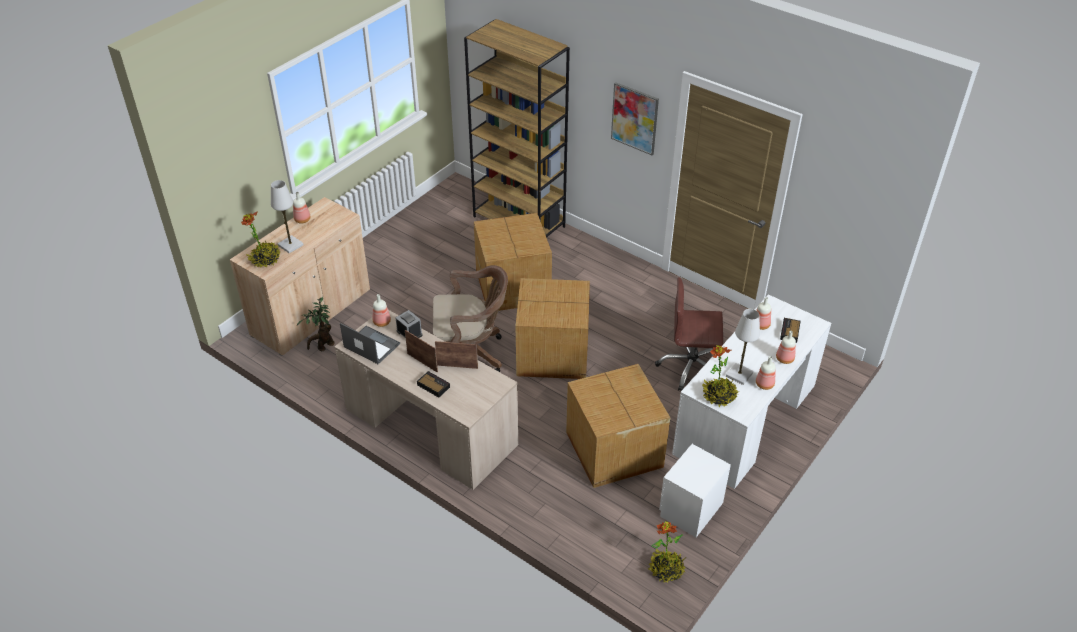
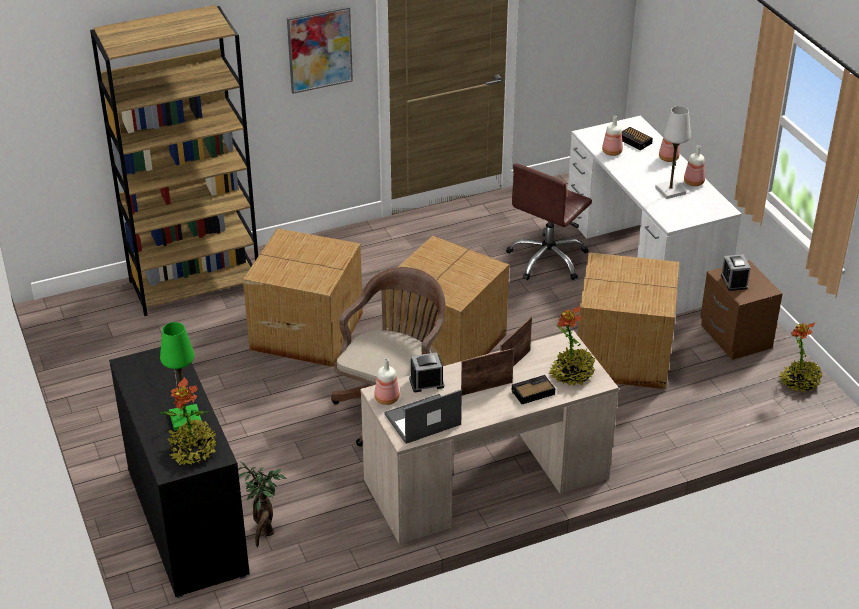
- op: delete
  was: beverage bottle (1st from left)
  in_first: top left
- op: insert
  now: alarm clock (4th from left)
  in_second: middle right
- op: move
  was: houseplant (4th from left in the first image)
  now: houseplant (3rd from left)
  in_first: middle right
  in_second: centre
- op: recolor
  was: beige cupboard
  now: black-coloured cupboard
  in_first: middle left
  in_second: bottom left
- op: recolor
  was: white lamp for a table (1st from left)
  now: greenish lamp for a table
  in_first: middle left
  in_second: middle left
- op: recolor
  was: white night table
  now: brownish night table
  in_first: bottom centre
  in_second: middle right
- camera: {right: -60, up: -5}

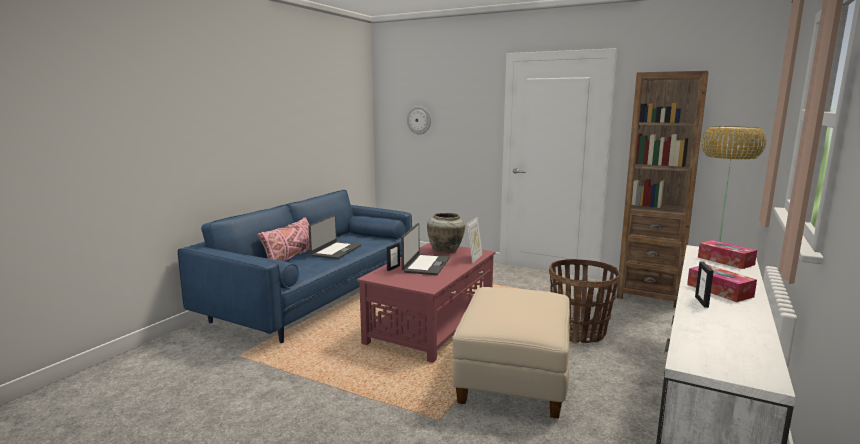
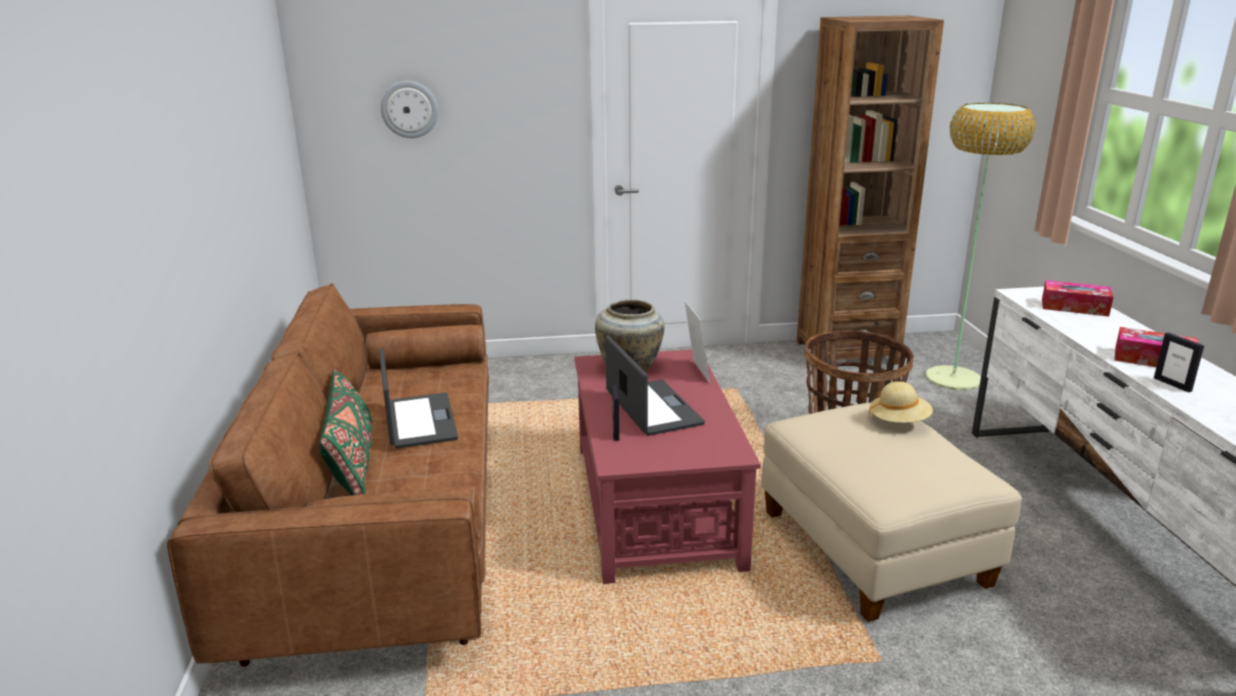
- op: insert
  now: beige clothing hat
  in_second: middle right
- op: recolor
  was: bluish sofa
  now: brownish sofa
  in_first: centre
  in_second: bottom left
- op: recolor
  was: pink pillow
  now: greenish pillow
  in_first: middle left
  in_second: middle left
- camera: {right: -35, up: 10}

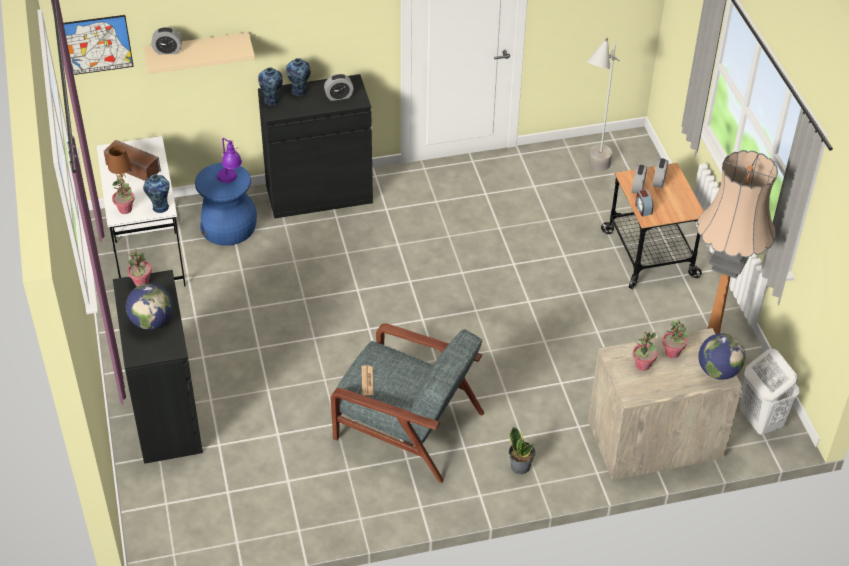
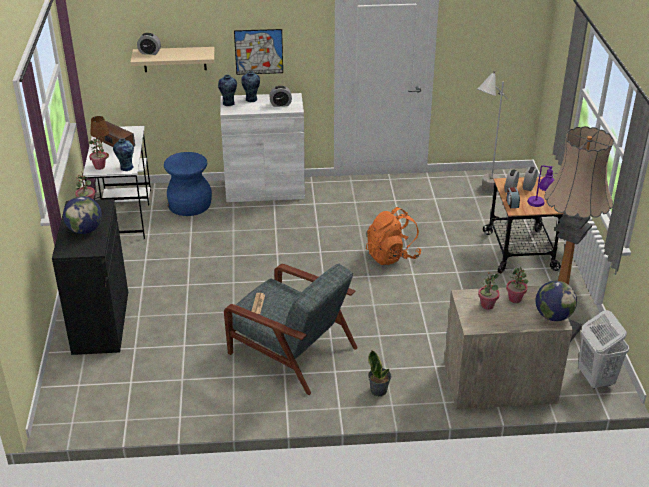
- op: insert
  now: orange backpack
  in_second: centre
- op: move
  was: wall picture
  in_first: top left
  in_second: top centre
- op: move
  was: purple lamp for a table
  in_first: top left
  in_second: middle right
- op: recolor
  was: black-coloured cupboard (2nd from left)
  now: white cupboard
  in_first: top centre
  in_second: top centre
- camera: {right: 10, up: -10}

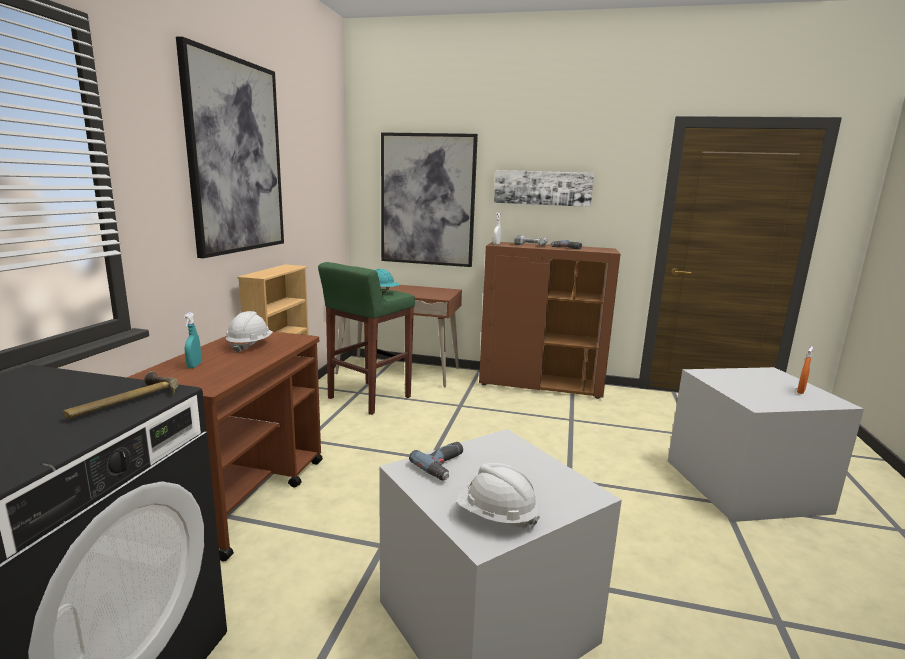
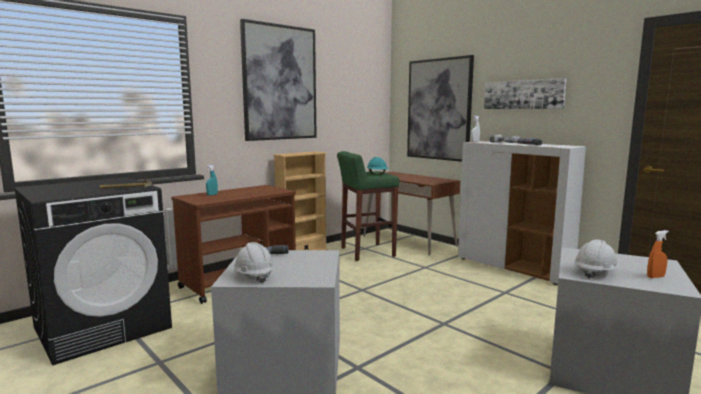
- op: move
  was: white work helmet (1st from left in the first image)
  now: white work helmet (2nd from left)
  in_first: middle left
  in_second: middle right
- op: recolor
  was: brownish cupboard
  now: white cupboard
  in_first: centre
  in_second: middle right
- camera: {right: 35, up: -5}

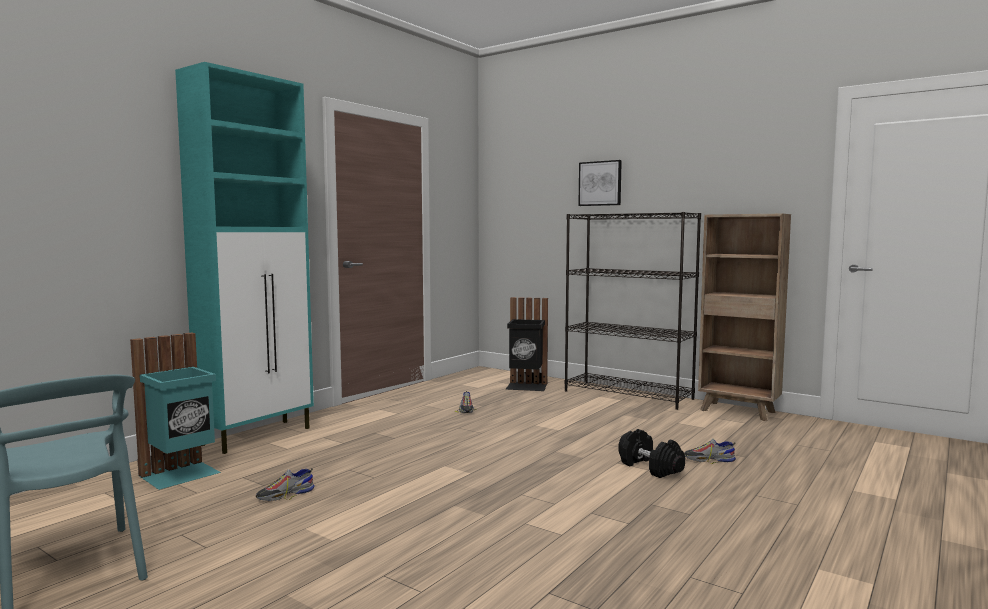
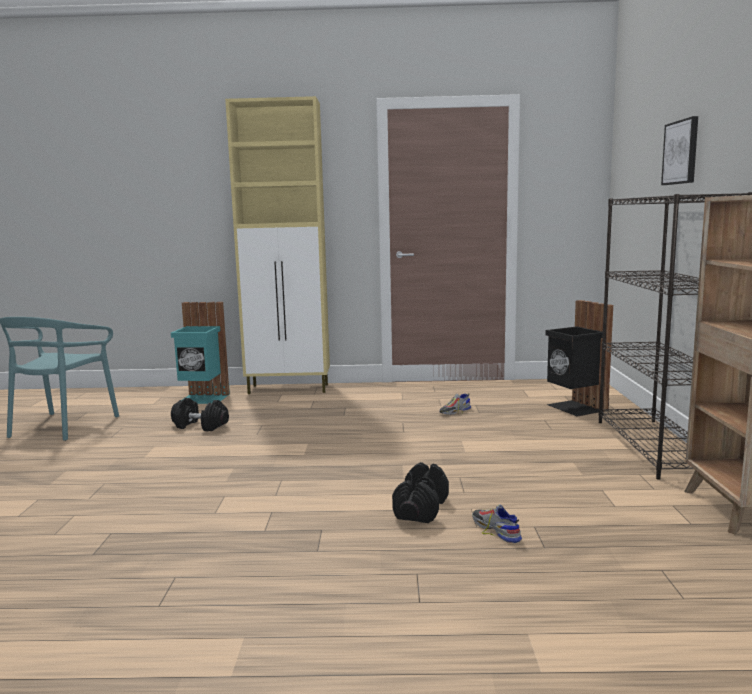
- op: replace
  was: item of footwear (1st from left)
  now: black-coloured dumbbell (1st from left)
  in_first: bottom left
  in_second: middle left
- op: recolor
  was: blue-green cupboard
  now: beige cupboard
  in_first: middle left
  in_second: centre
- camera: {right: 55, up: 5}

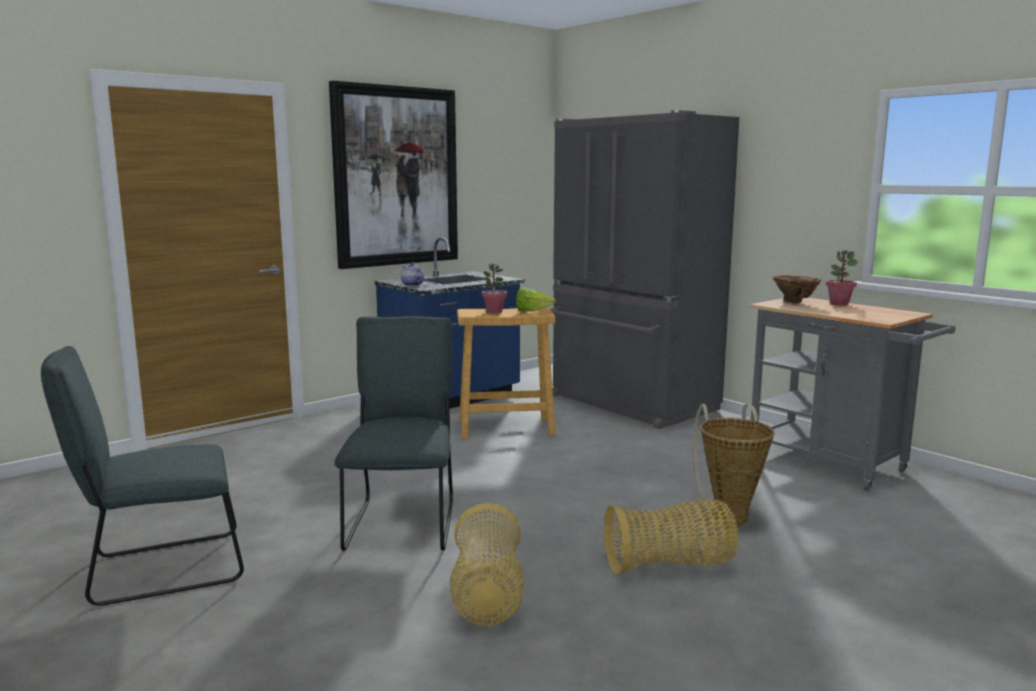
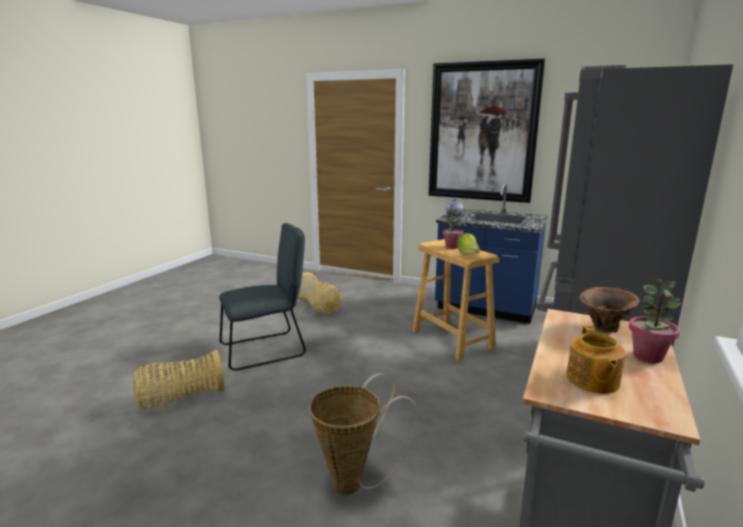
- op: delete
  was: greyish upright chair (1st from left)
  in_first: bottom left
- op: insert
  now: teapot (2nd from left)
  in_second: bottom right
- op: move
  was: storage basket (2nd from left)
  in_first: bottom centre
  in_second: centre
- camera: {right: 65, up: 5}

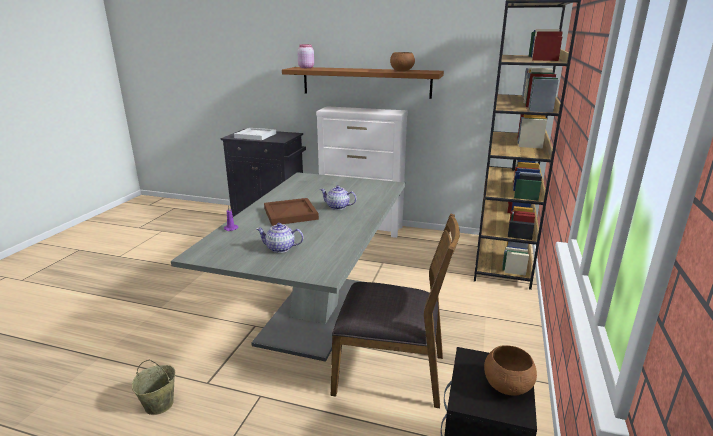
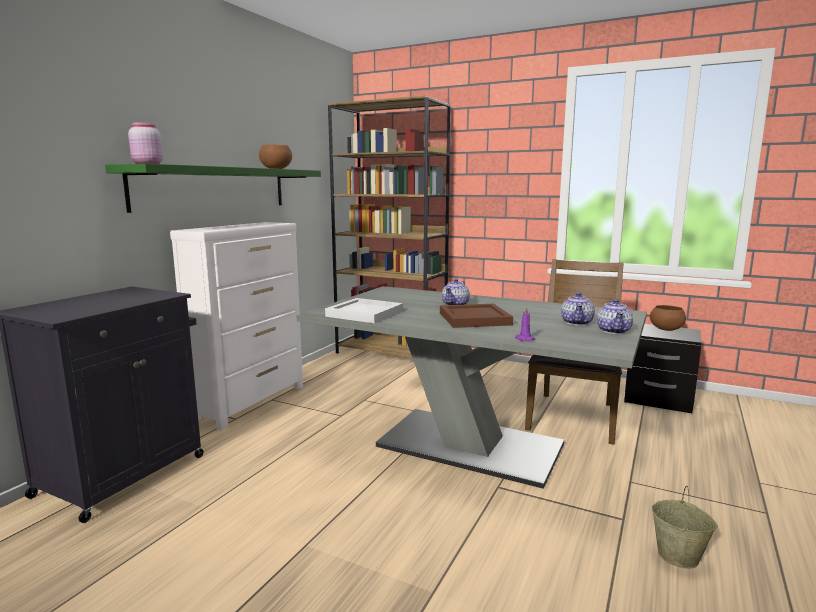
- op: insert
  now: teapot (3rd from left)
  in_second: middle right
- op: move
  was: white tray
  in_first: top centre
  in_second: centre
- op: recolor
  was: brownish shelf
  now: greenish shelf
  in_first: top centre
  in_second: top left
- camera: {right: -80, up: -10}

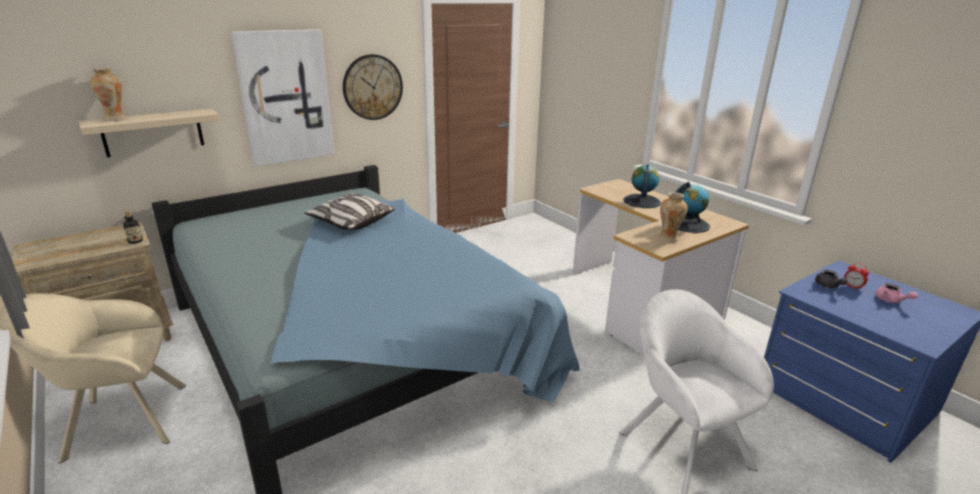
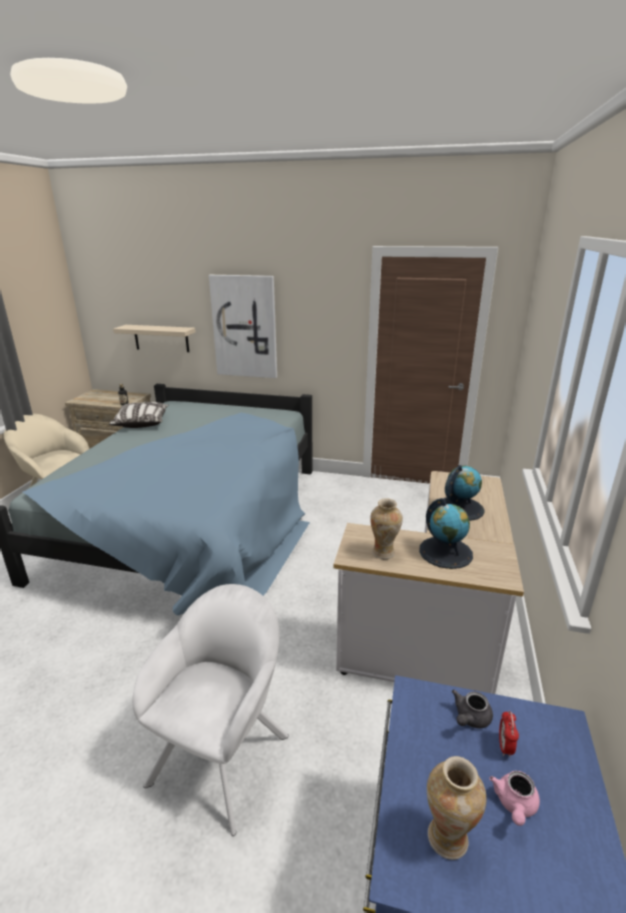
- op: delete
  was: hanging clock
  in_first: top centre
- op: move
  was: flower vase (1st from left in the first image)
  now: flower vase (2nd from left)
  in_first: top left
  in_second: bottom right
- op: move
  was: pillow
  in_first: centre
  in_second: middle left
- camera: {right: 50, up: 0}

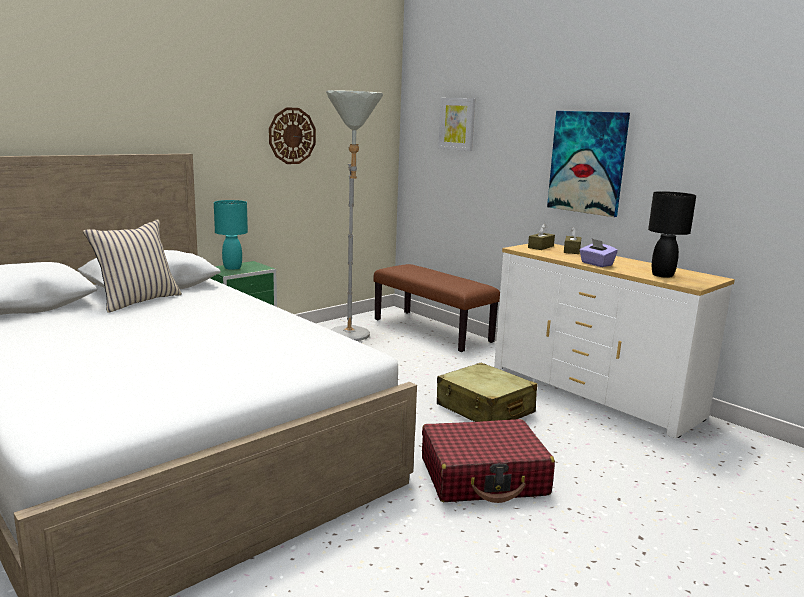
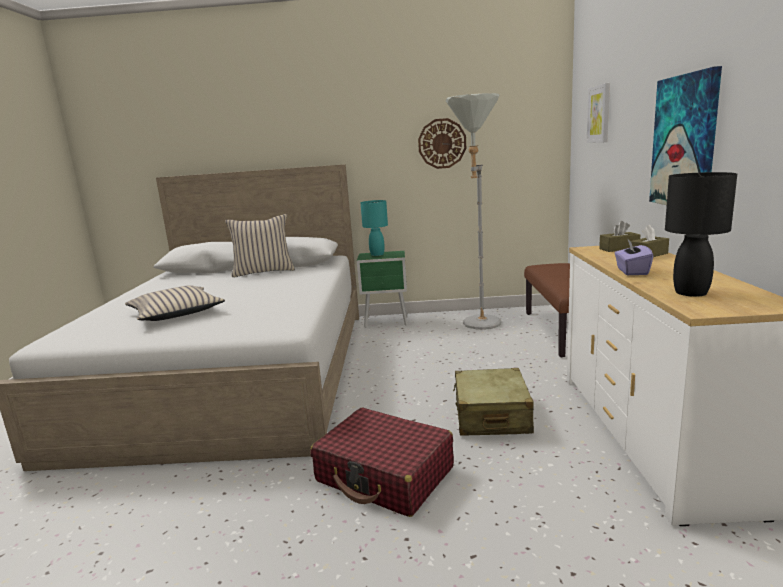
- op: insert
  now: beige pillow (1st from left)
  in_second: middle left
- camera: {right: 45, up: 0}

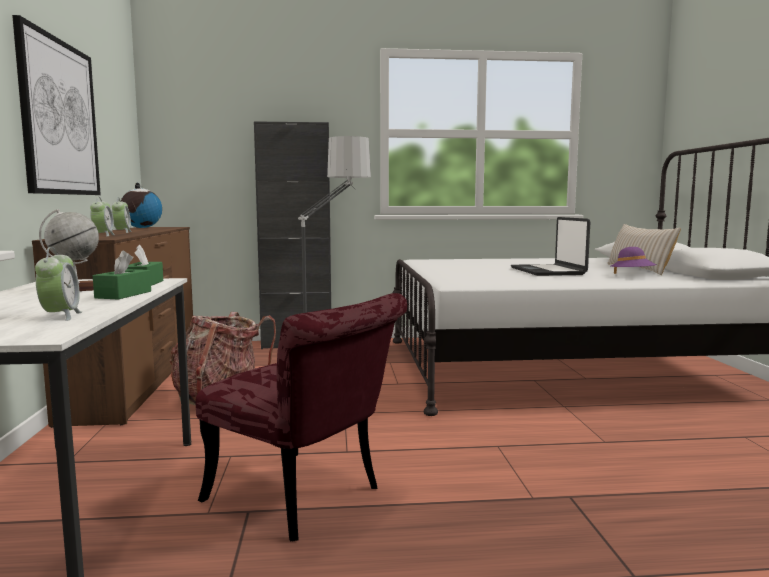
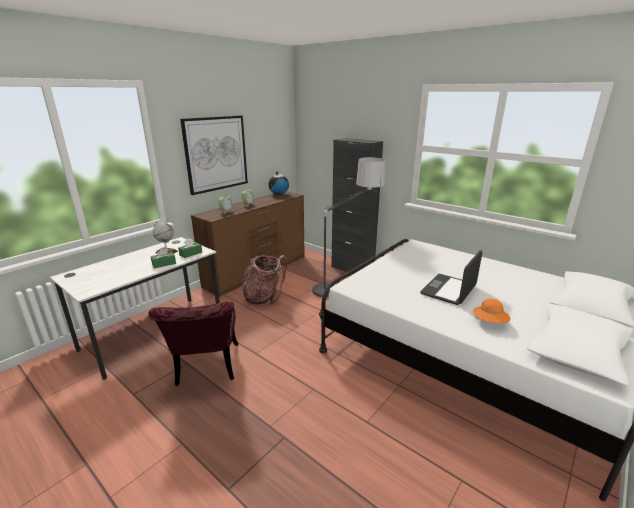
- op: delete
  was: alarm clock (1st from left)
  in_first: middle left
- op: delete
  was: beige pillow
  in_first: middle right
- op: recolor
  was: purple clothing hat
  now: orange clothing hat
  in_first: middle right
  in_second: middle right
- camera: {right: 45, up: 15}

